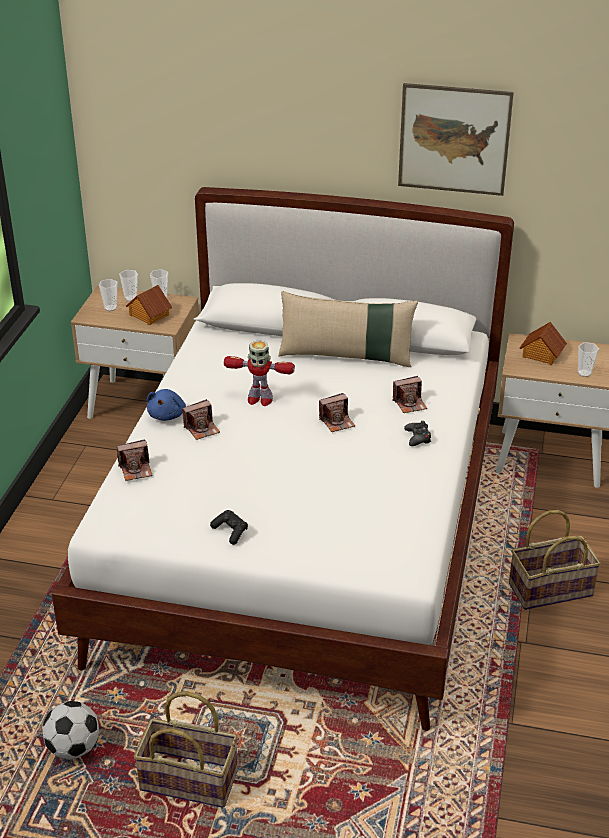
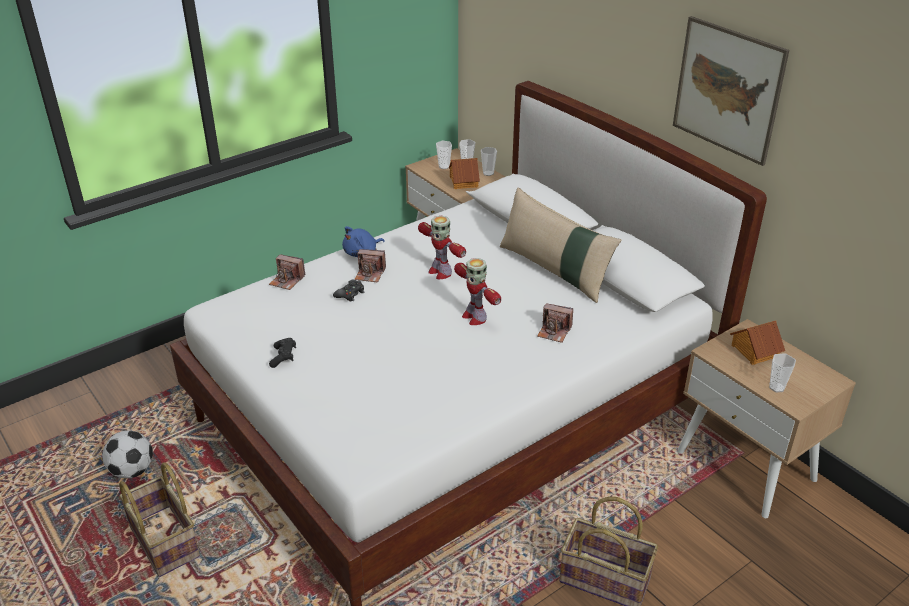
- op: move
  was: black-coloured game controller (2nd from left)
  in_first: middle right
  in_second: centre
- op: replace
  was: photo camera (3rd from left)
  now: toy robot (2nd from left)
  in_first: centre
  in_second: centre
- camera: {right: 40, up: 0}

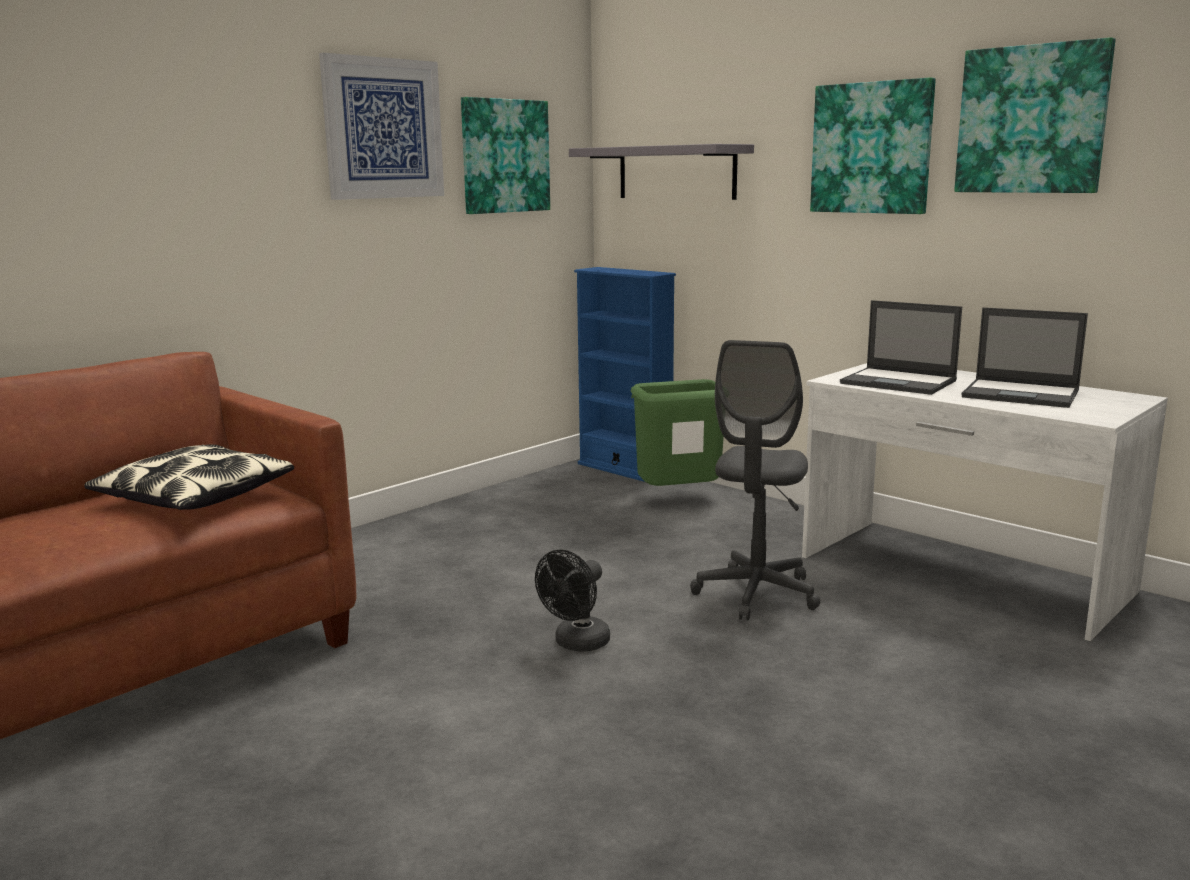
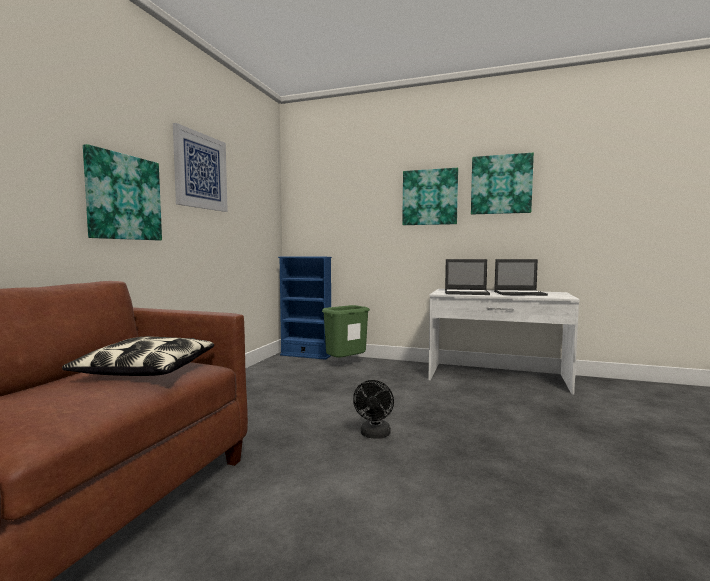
- op: delete
  was: greyish shelf
  in_first: top centre
- op: delete
  was: greyish computer chair
  in_first: centre
- op: move
  was: wall picture (2nd from left in the first image)
  now: wall picture (1st from left)
  in_first: top centre
  in_second: top left
- camera: {right: -25, up: -10}

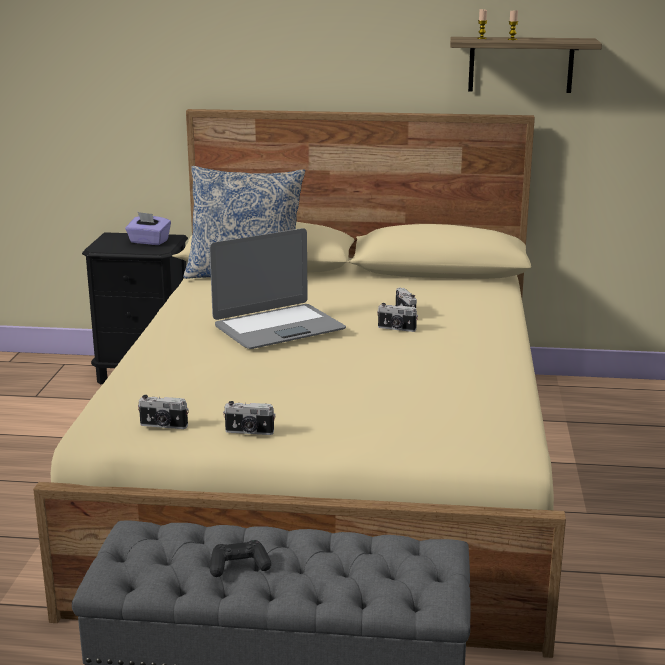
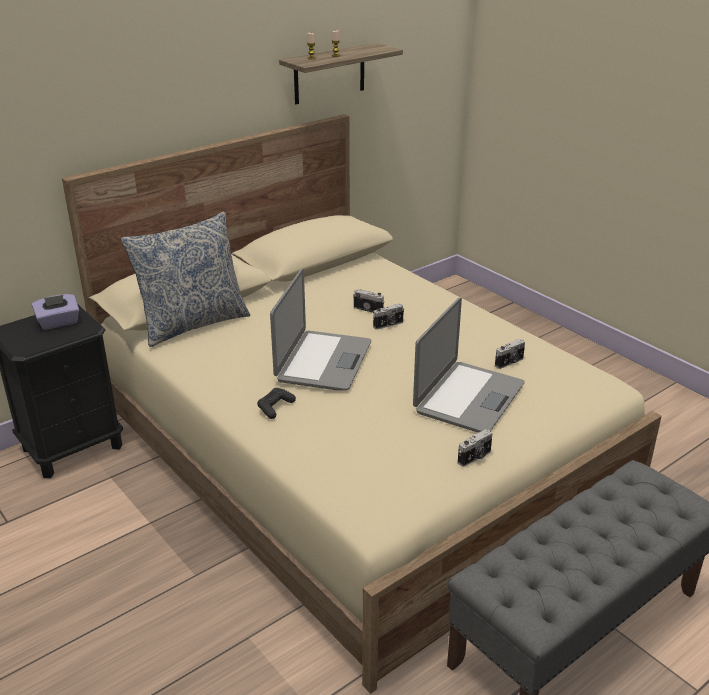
- op: insert
  now: notebook computer (2nd from left)
  in_second: centre
- op: move
  was: photo camera (1st from left in the first image)
  now: photo camera (4th from left)
  in_first: middle left
  in_second: middle right
- op: move
  was: black-coloured game controller
  in_first: bottom centre
  in_second: centre
- camera: {right: -45, up: 10}

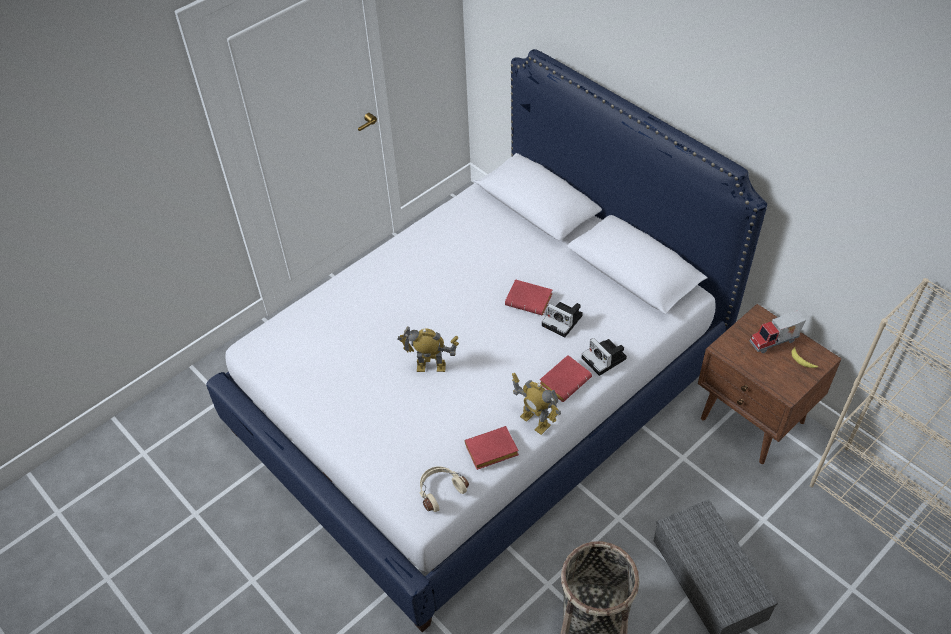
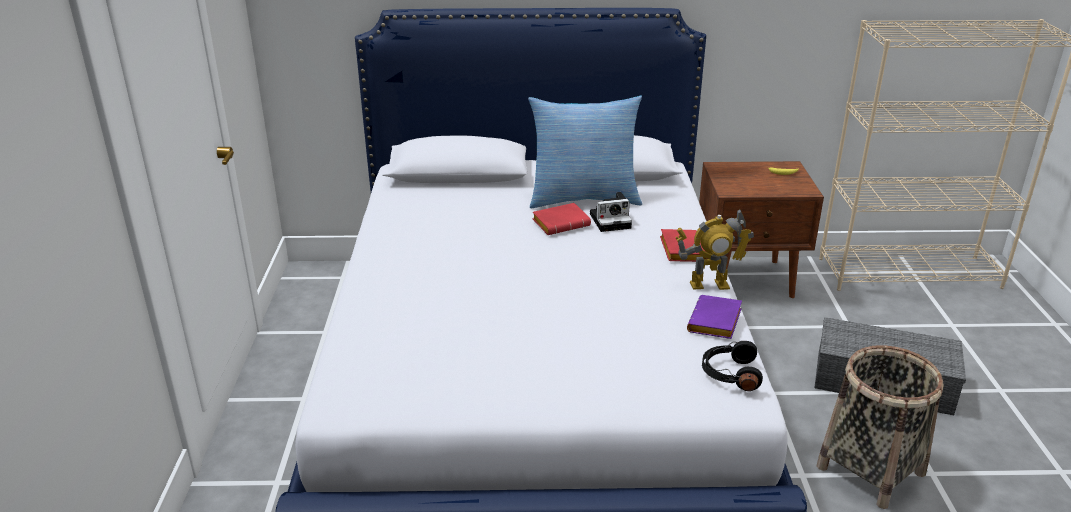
- op: delete
  was: toy robot (1st from left)
  in_first: centre
- op: delete
  was: photo camera (2nd from left)
  in_first: centre
- op: delete
  was: model truck
  in_first: middle right
- op: insert
  now: pillow
  in_second: top centre
- op: recolor
  was: beige pair of headphones
  now: black-coloured pair of headphones
  in_first: bottom centre
  in_second: bottom right
- op: recolor
  was: reddish book (1st from left)
  now: purple book
  in_first: bottom centre
  in_second: middle right
- camera: {right: -50, up: -20}

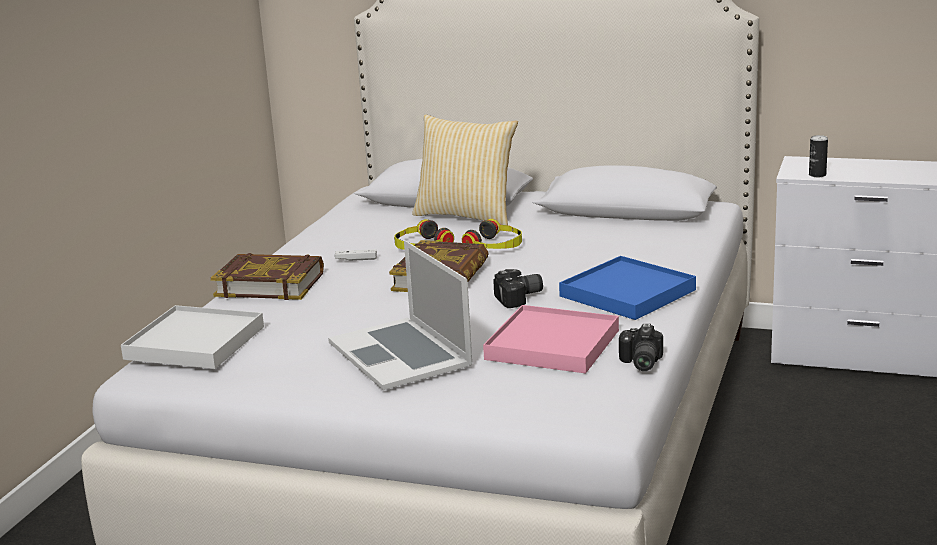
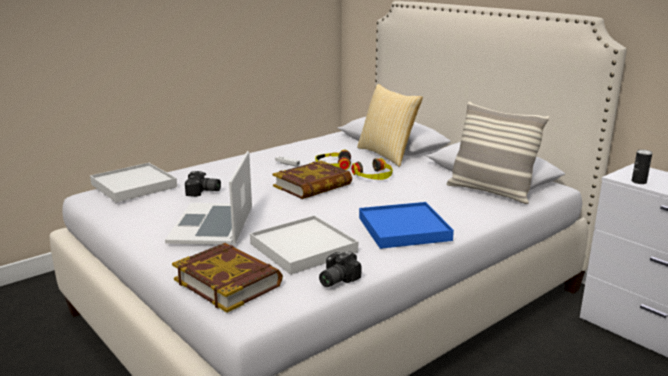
- op: insert
  now: pillow (2nd from left)
  in_second: middle right
- op: move
  was: book (1st from left)
  in_first: middle left
  in_second: bottom centre
- op: move
  was: photo camera (1st from left)
  in_first: centre
  in_second: middle left
- op: recolor
  was: pink tray
  now: white tray (2nd from left)
  in_first: centre
  in_second: centre
- camera: {right: 30, up: 0}

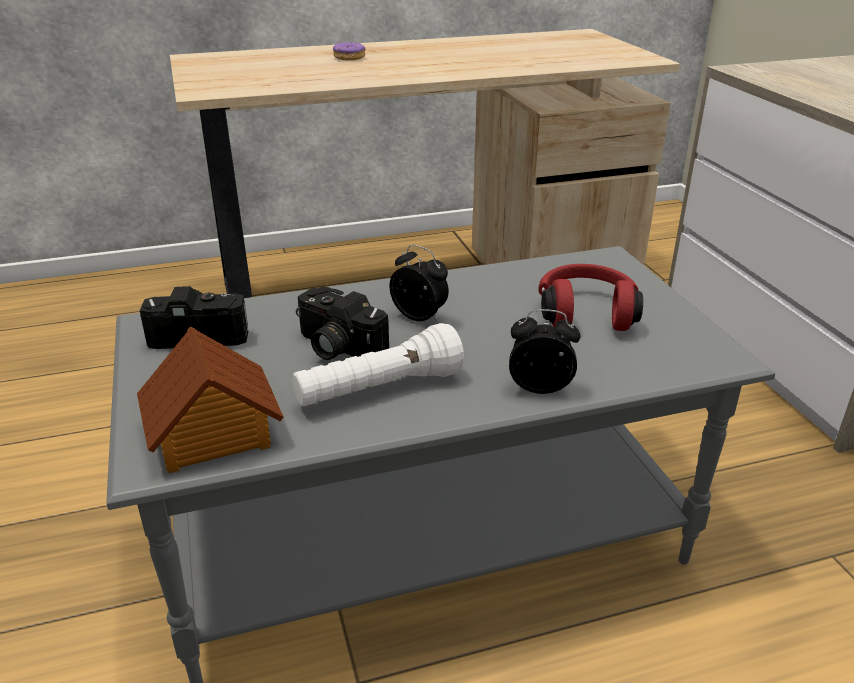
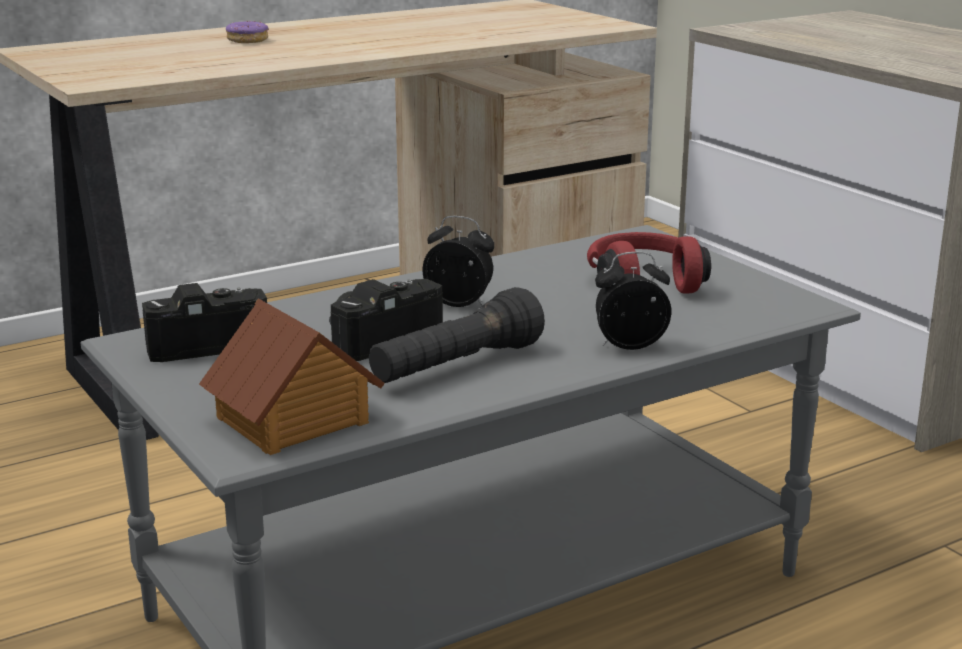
- op: recolor
  was: white hand torch
  now: black-coloured hand torch
  in_first: centre
  in_second: centre
- op: rotate
  was: photo camera (2nd from left)
  in_first: centre
  in_second: centre
  clockwise: 120
- camera: {right: -15, up: -10}

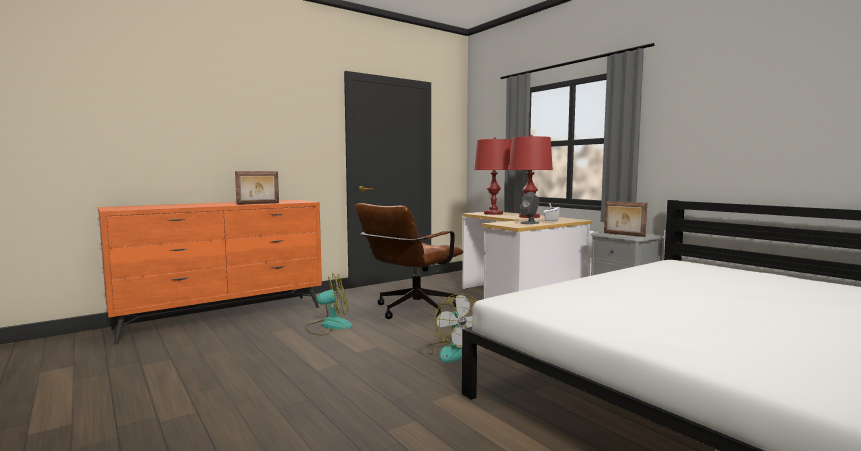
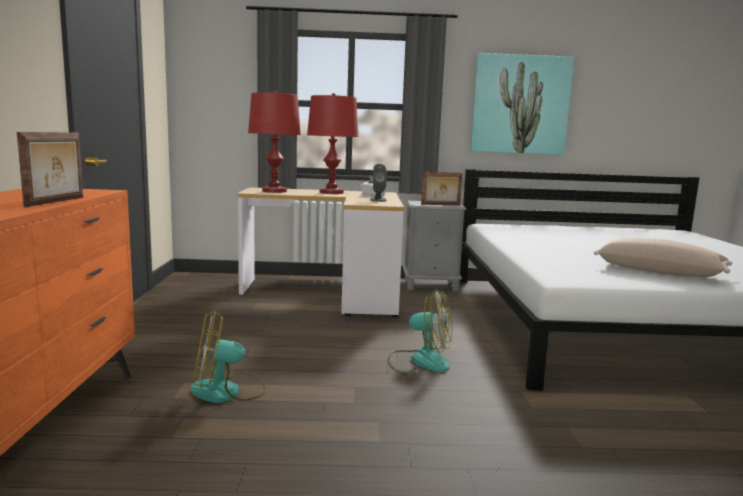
- op: delete
  was: brownish computer chair
  in_first: centre
- op: insert
  now: wall picture
  in_second: top right
- op: insert
  now: beige pillow
  in_second: middle right
- op: rotate
  was: cooling fan (1st from left)
  in_first: bottom centre
  in_second: bottom left
  clockwise: -120
- camera: {right: -55, up: 5}

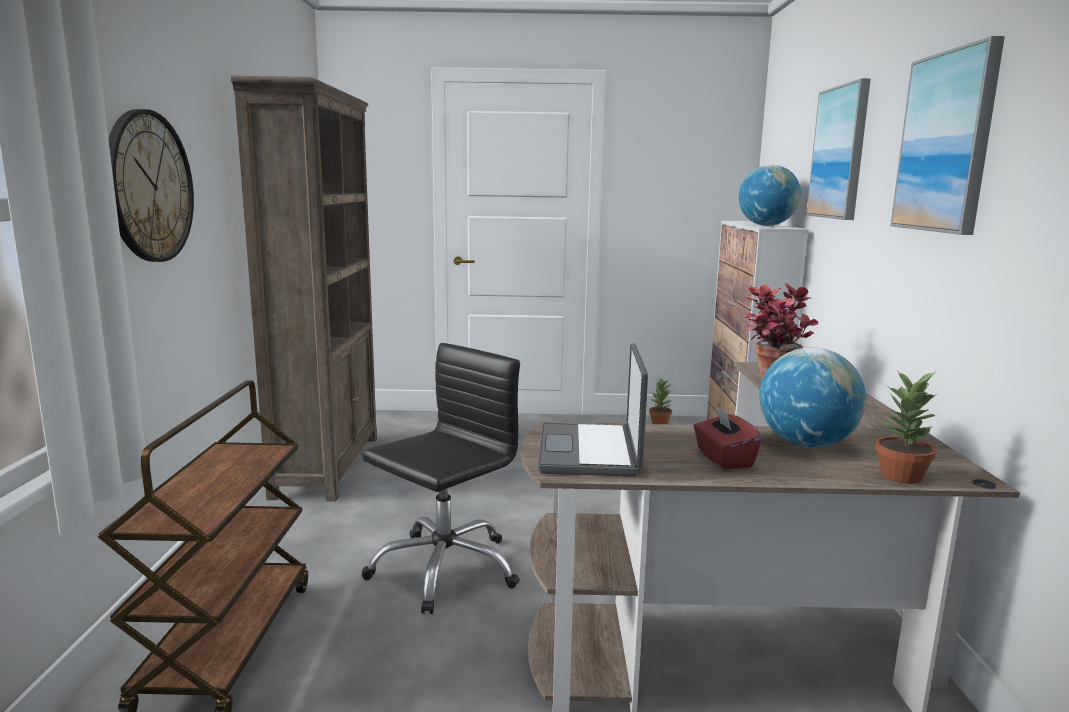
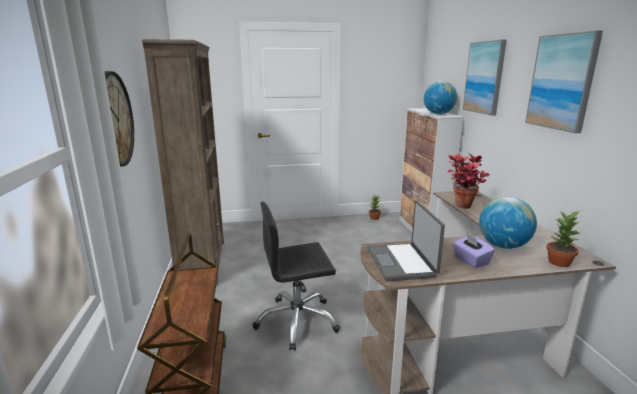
- op: recolor
  was: reddish tissue box
  now: purple tissue box
  in_first: middle right
  in_second: middle right
- op: rotate
  was: black-coloured computer chair
  in_first: bottom centre
  in_second: bottom centre
  clockwise: -135
- camera: {right: -10, up: 5}

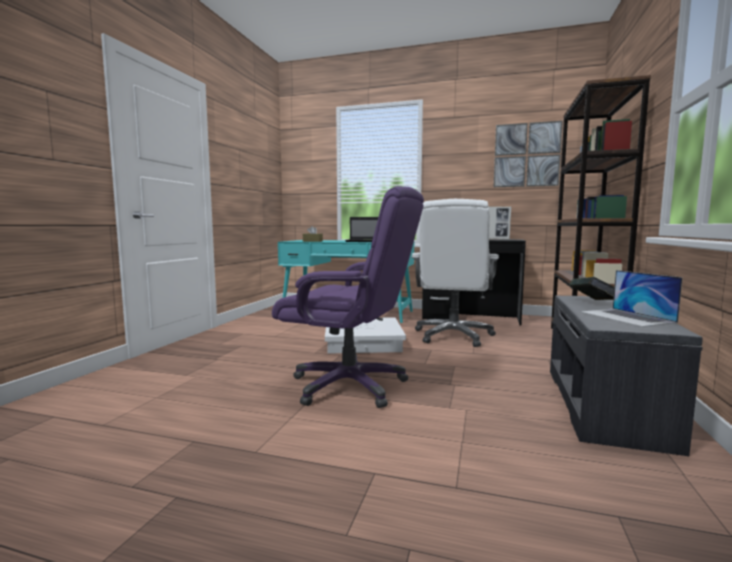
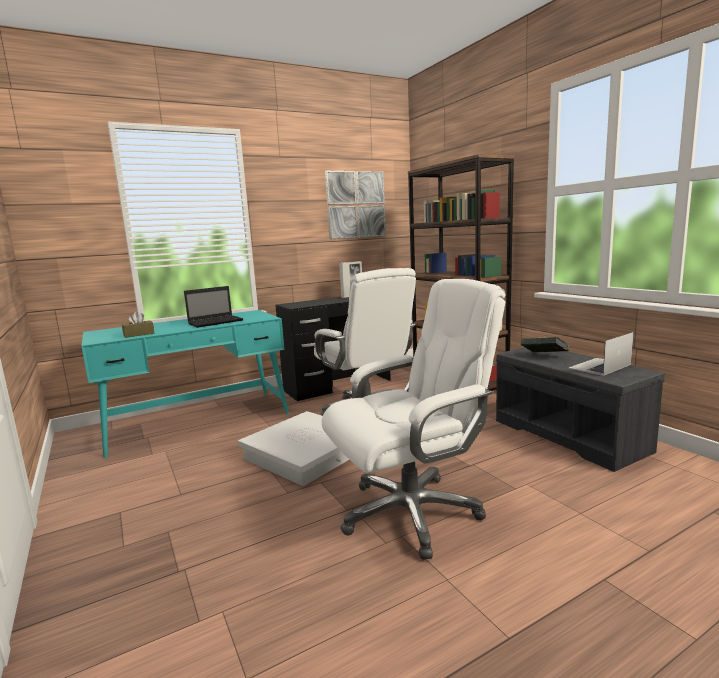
- op: recolor
  was: purple computer chair
  now: white computer chair (2nd from left)
  in_first: centre
  in_second: centre
- op: rotate
  was: notebook computer (2nd from left)
  in_first: middle right
  in_second: middle right
  clockwise: 120
- camera: {right: -45, up: 5}

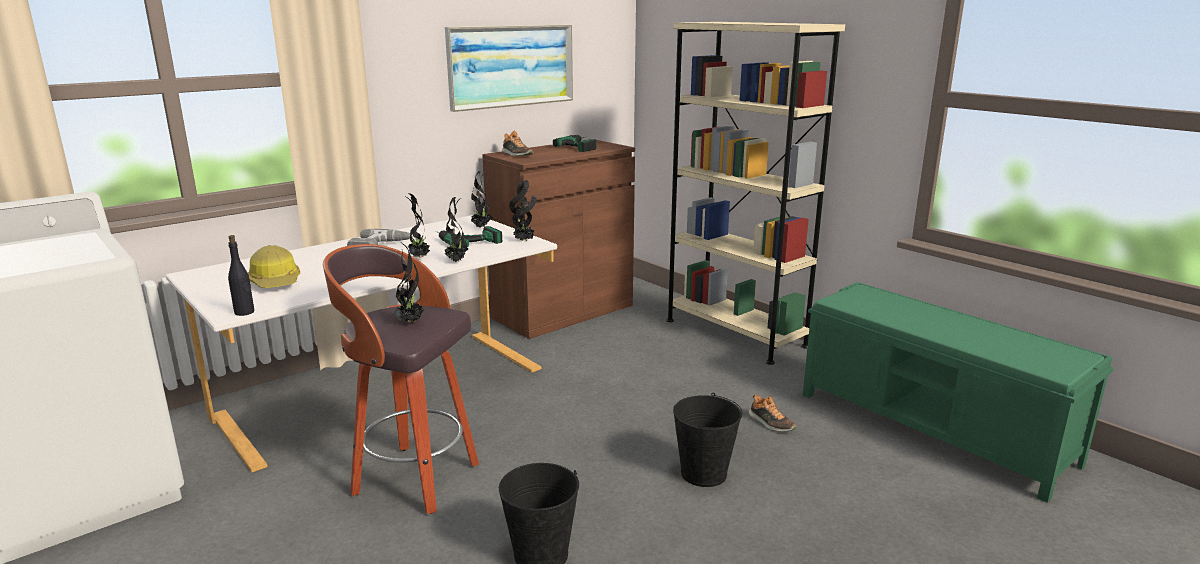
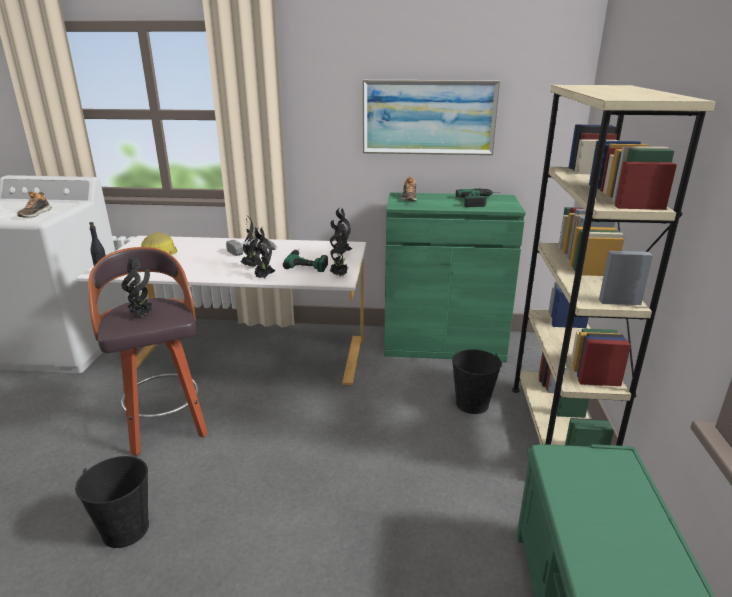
- op: move
  was: black-coloured pail (2nd from left)
  in_first: bottom centre
  in_second: centre
- op: move
  was: item of footwear (2nd from left in the first image)
  now: item of footwear (1st from left)
  in_first: bottom centre
  in_second: middle left
- op: recolor
  was: brownish cupboard
  now: greenish cupboard
  in_first: centre
  in_second: centre
- camera: {right: 45, up: 5}

